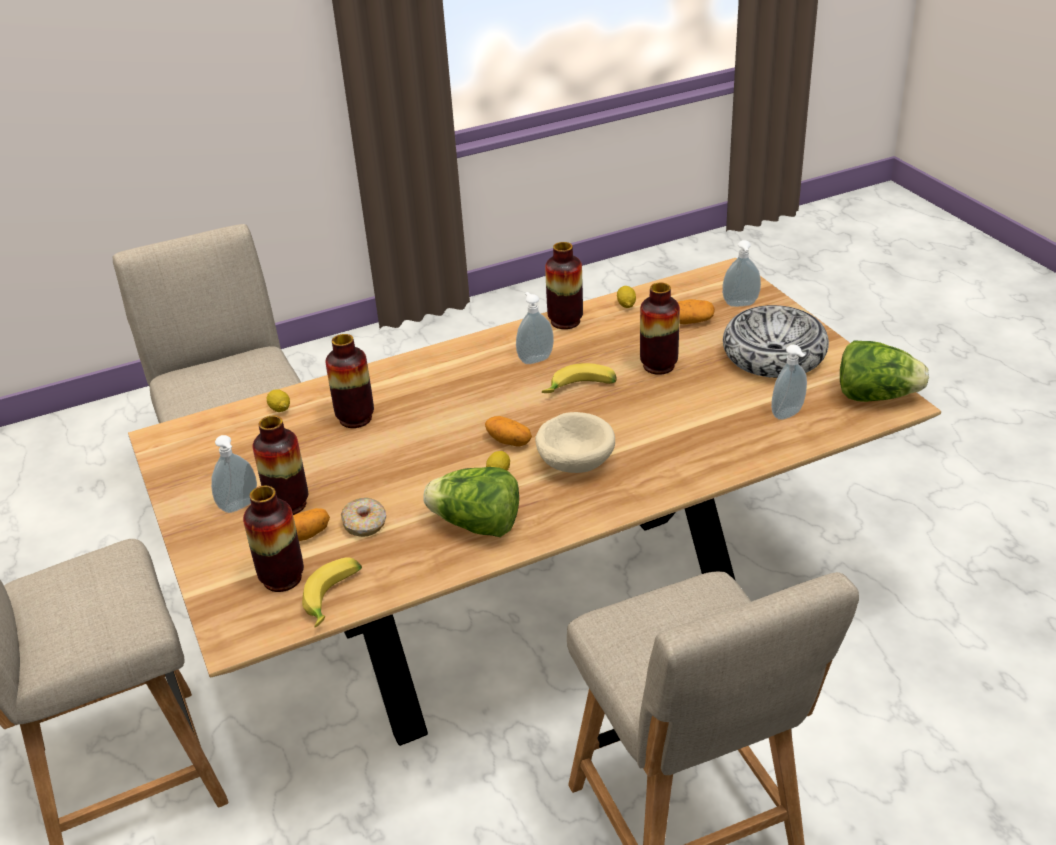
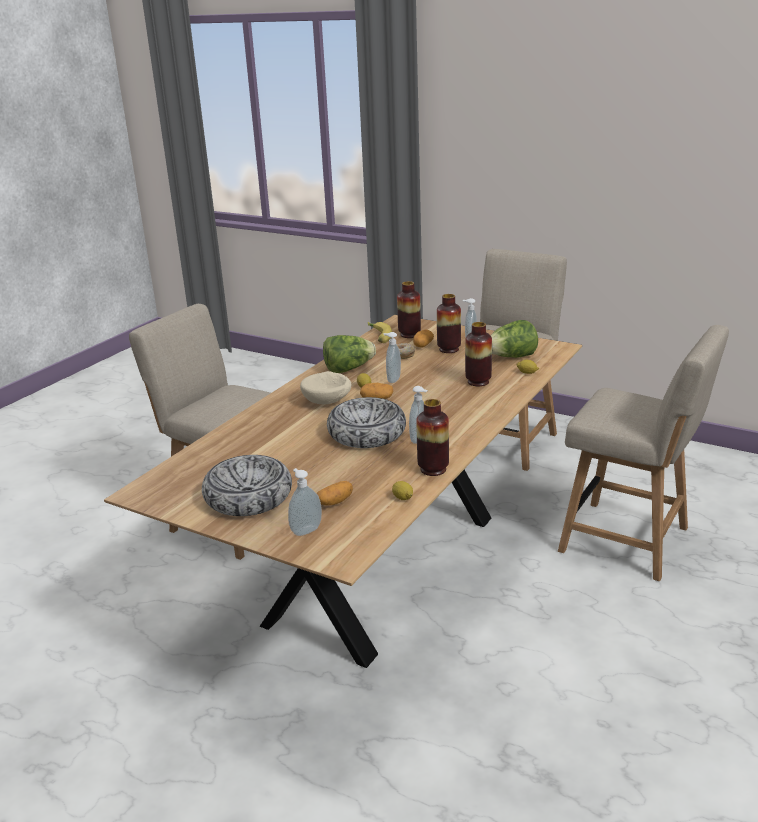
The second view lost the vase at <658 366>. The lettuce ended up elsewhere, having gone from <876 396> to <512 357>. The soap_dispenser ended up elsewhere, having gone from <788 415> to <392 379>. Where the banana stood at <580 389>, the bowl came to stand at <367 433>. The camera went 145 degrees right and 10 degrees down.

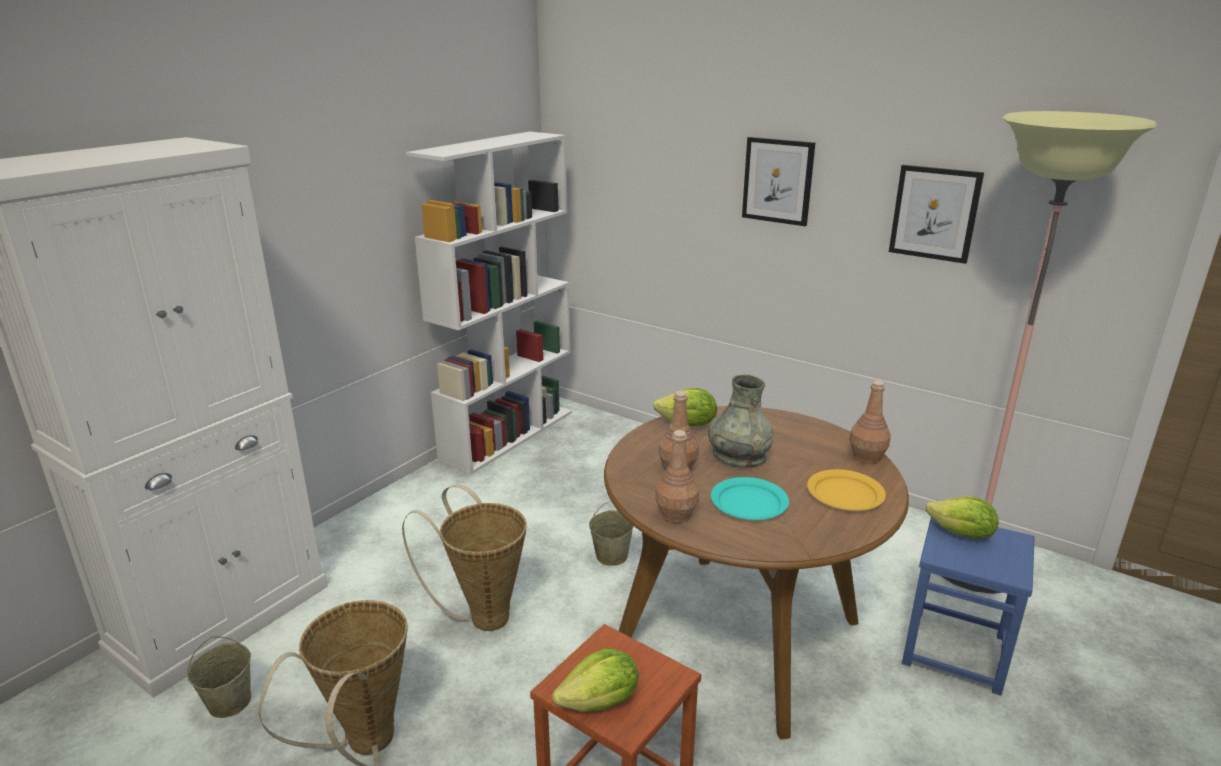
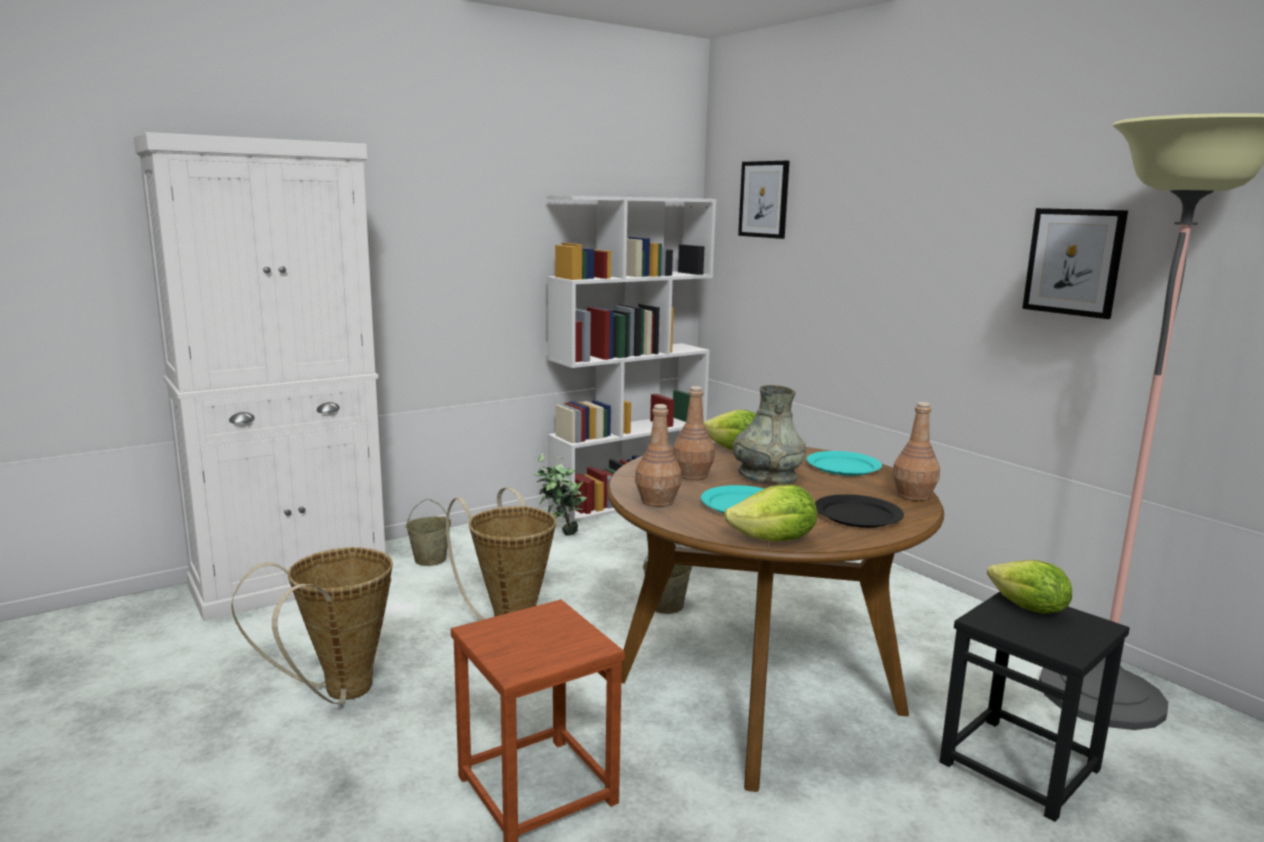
The picture ended up elsewhere, having gone from <777 181> to <764 199>. What was the yellow_plate at <844 493> turned into the black_plate at <857 515>. What was the blue_stool at <955 649> turned into the black_stool at <1020 765>. The beige_bucket ended up elsewhere, having gone from <230 701> to <430 559>. The lettuce ended up elsewhere, having gone from <600 702> to <774 541>. The second view gained the turquoise_plate at <843 467>. The second view gained the potted_plant at <559 534>. The camera went 20 degrees right and 10 degrees down.

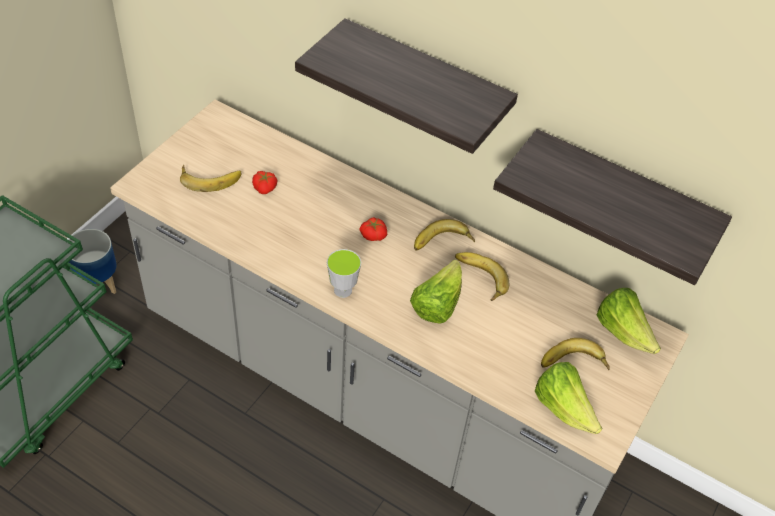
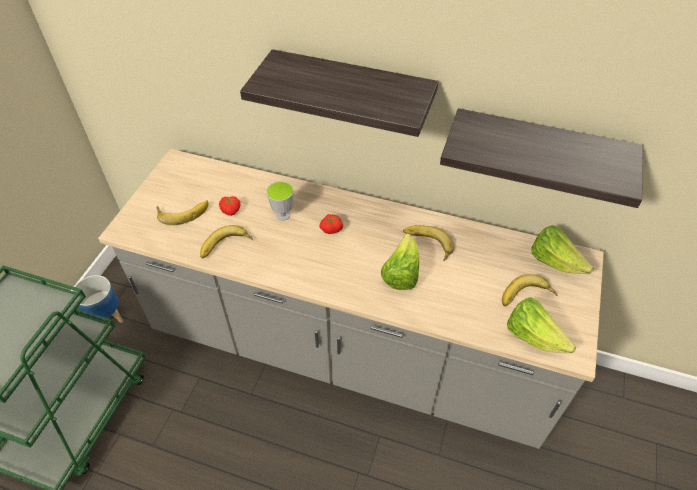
The banana ended up elsewhere, having gone from <442 243> to <226 247>. The cup ended up elsewhere, having gone from <343 290> to <283 215>. The camera went 10 degrees left and 0 degrees up.

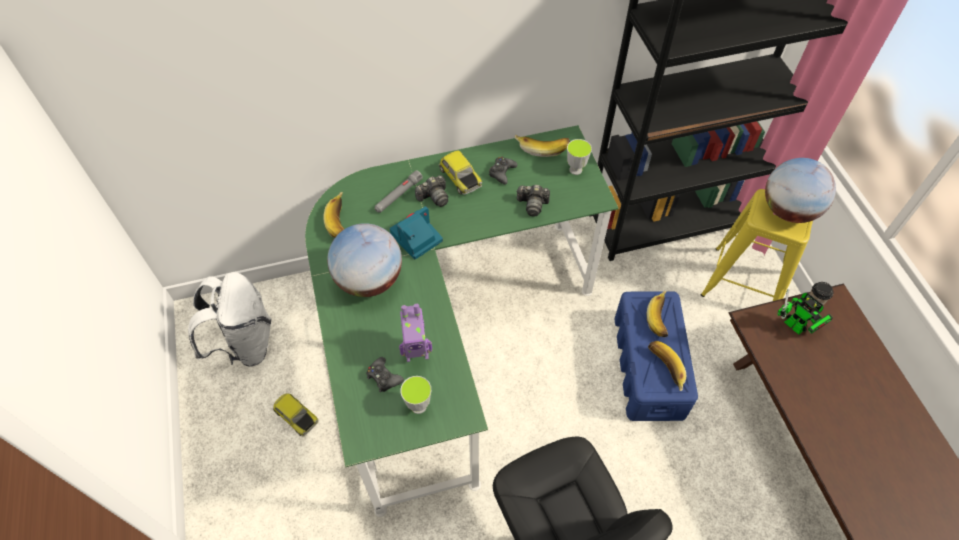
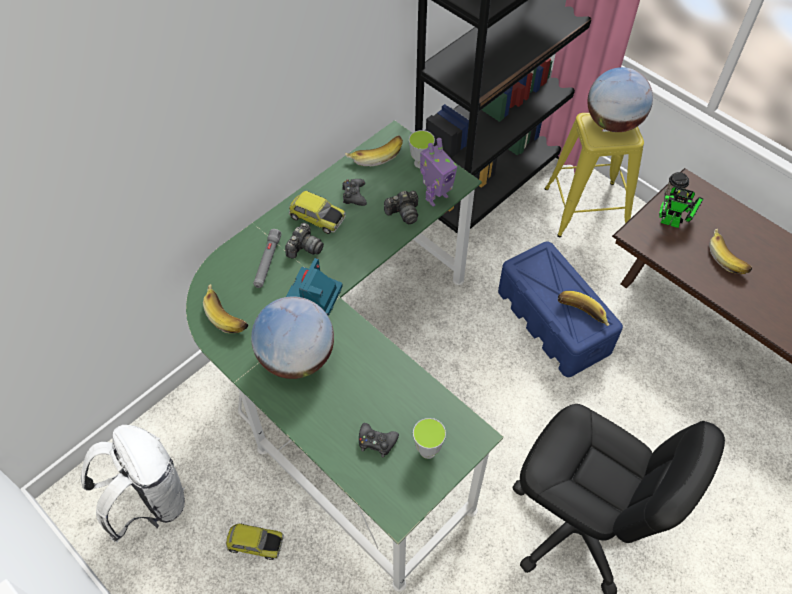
The banana ended up elsewhere, having gone from <661 318> to <728 257>. The toy_robot ended up elsewhere, having gone from <416 352> to <435 197>. The camera went 30 degrees left and 0 degrees up.

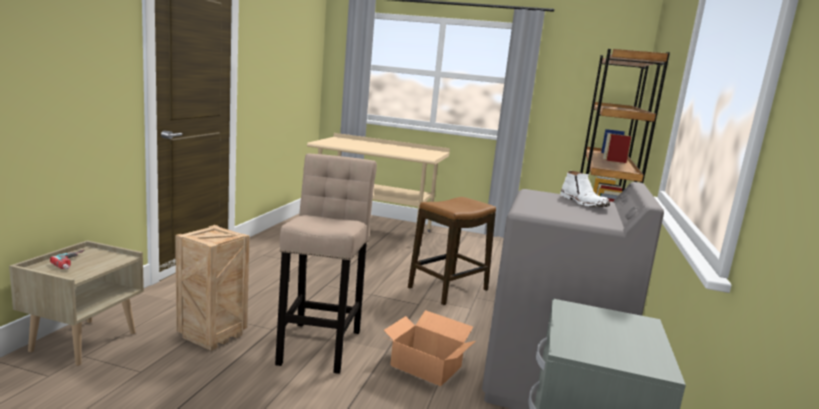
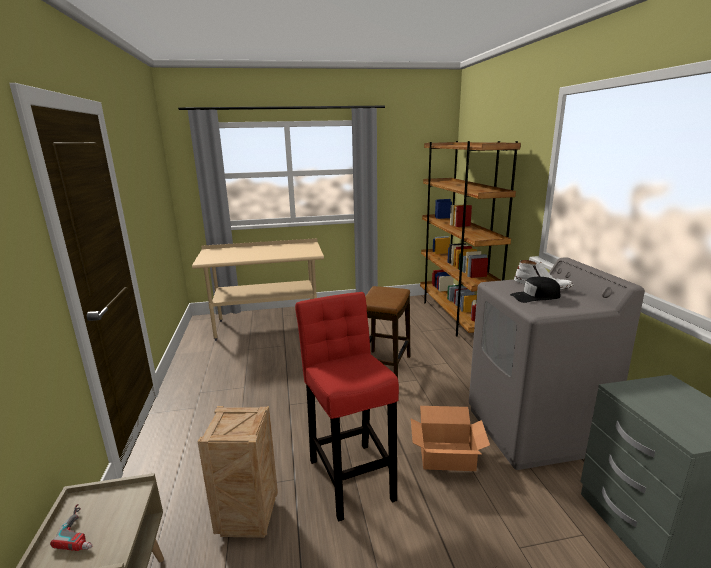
What was the beige_stool at <321 344> turned into the red_stool at <350 474>. The second view gained the black_cap at <535 297>. The camera went 25 degrees left and 5 degrees up.

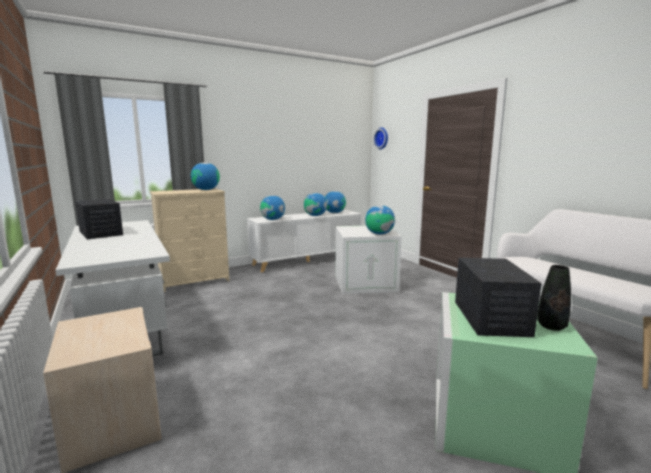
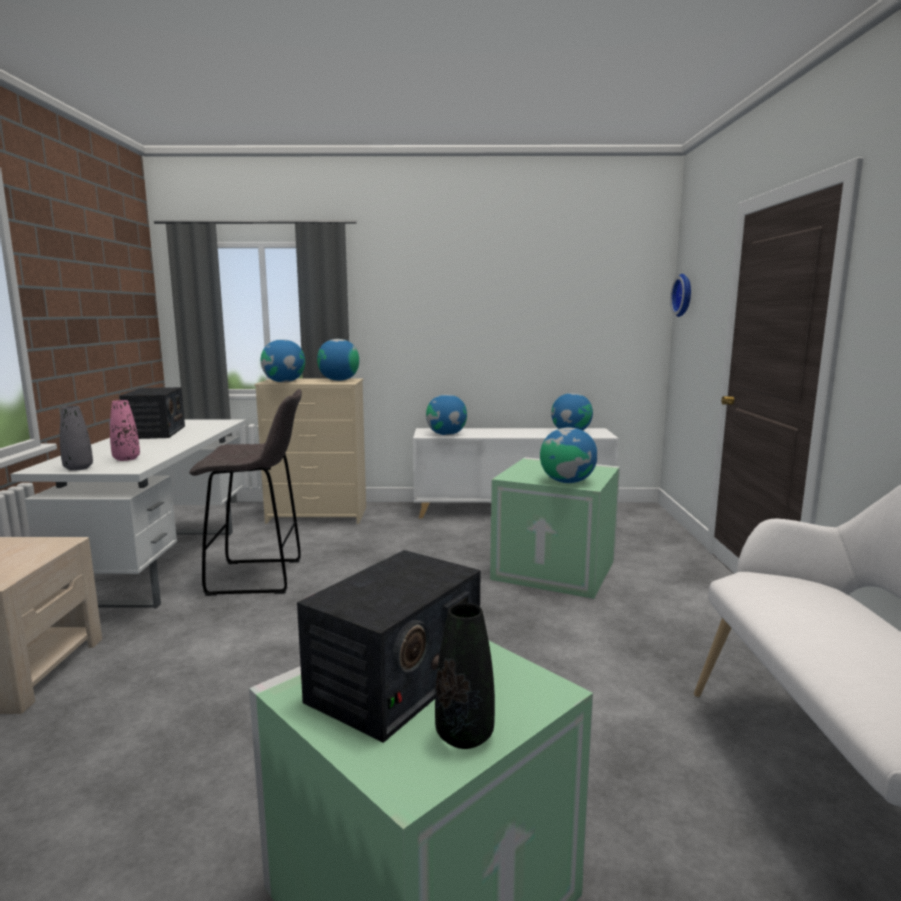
The globe ended up elsewhere, having gone from <315 215> to <284 382>. What was the white_storage_box at <365 283> turned into the green_storage_box at <556 569>. The second view gained the grey_stool at <259 577>. The second view gained the pink_vase at <126 459>. The second view gained the grey_vase at <78 468>. The camera went 30 degrees right and 0 degrees up.

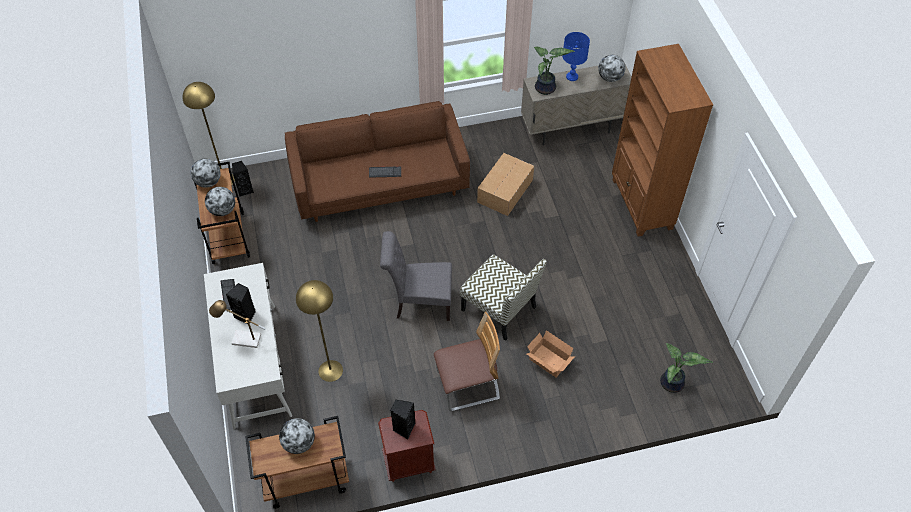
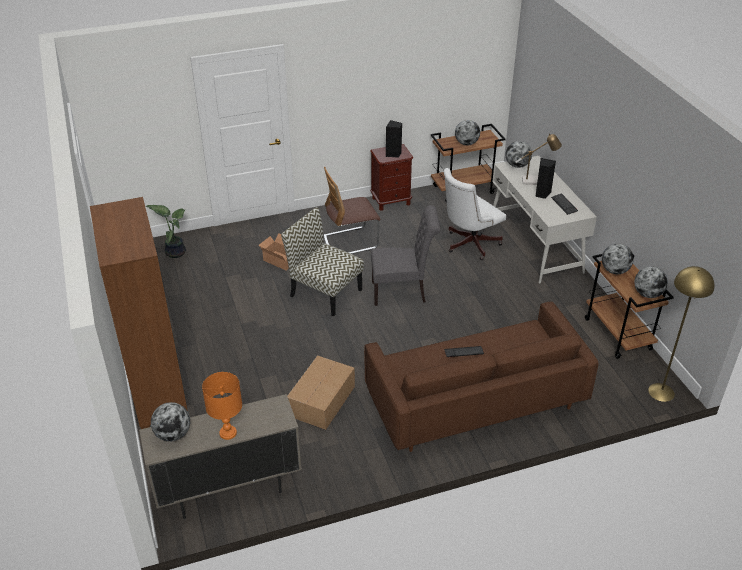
What was the blue_table_lamp at <572 77> turned into the orange_table_lamp at <228 432>. The second view lost the potted_plant at <546 89>. The second view lost the black_speaker at <245 190>. Where the yellow_floor_lamp stood at <330 370>, the white_office_chair came to stand at <469 244>. The second view gained the globe at <517 165>. The camera went 175 degrees right and 15 degrees down.

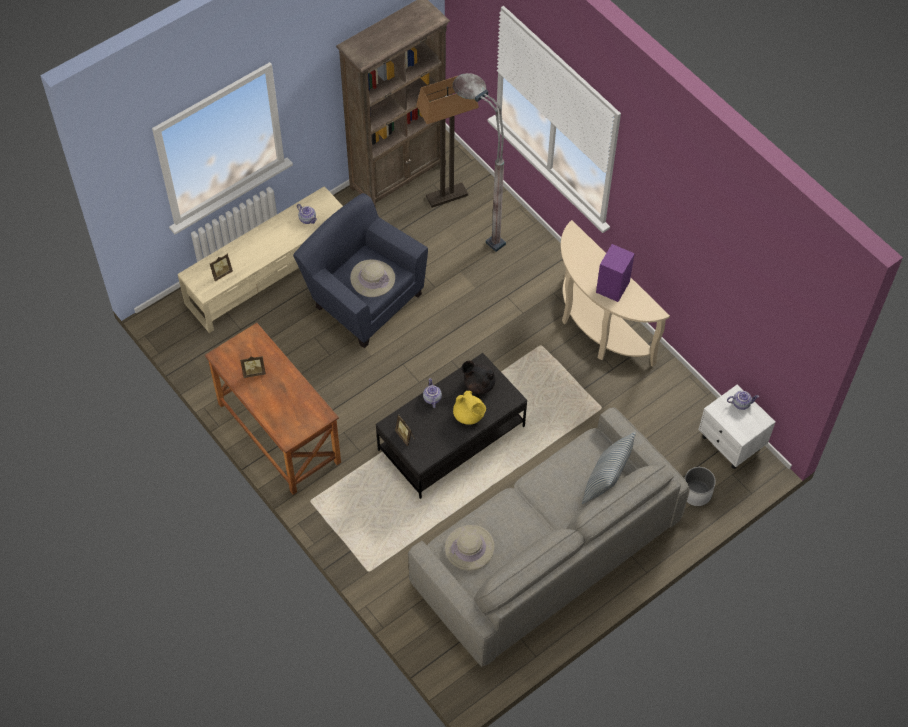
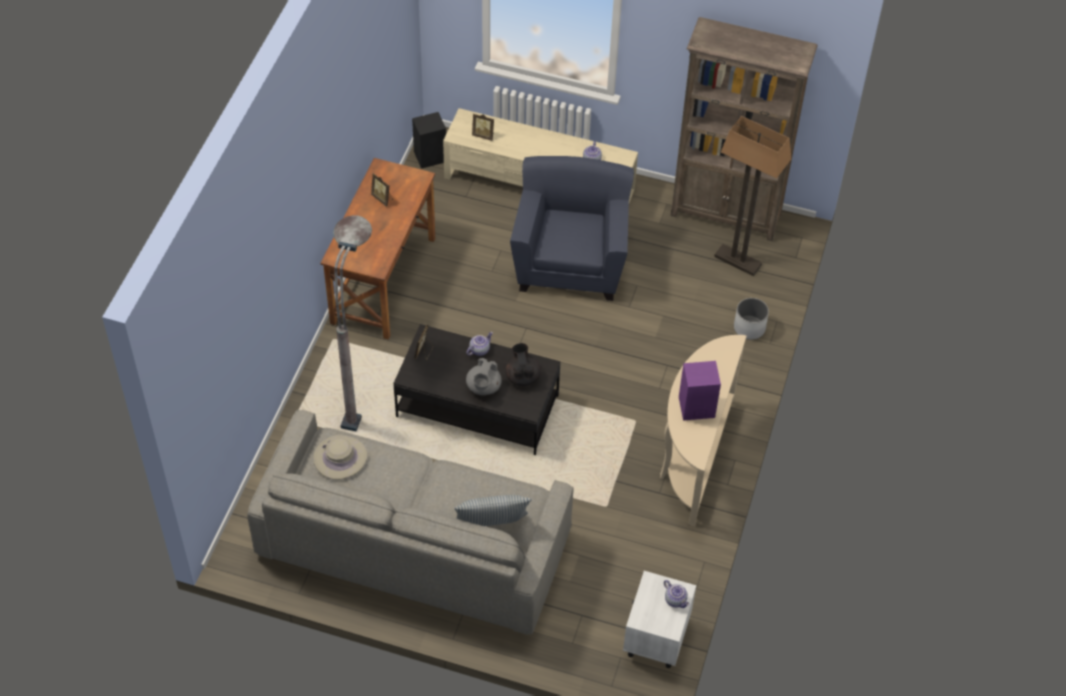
The grey_floor_lamp ended up elsewhere, having gone from <475 225> to <362 394>. The second view lost the beige_hat at <372 278>. What was the yellow_teapot at <469 415> turned into the grey_teapot at <483 387>. The white_planter ended up elsewhere, having gone from <696 493> to <749 328>. The second view gained the black_speaker at <431 156>. The camera went 55 degrees right and 5 degrees down.

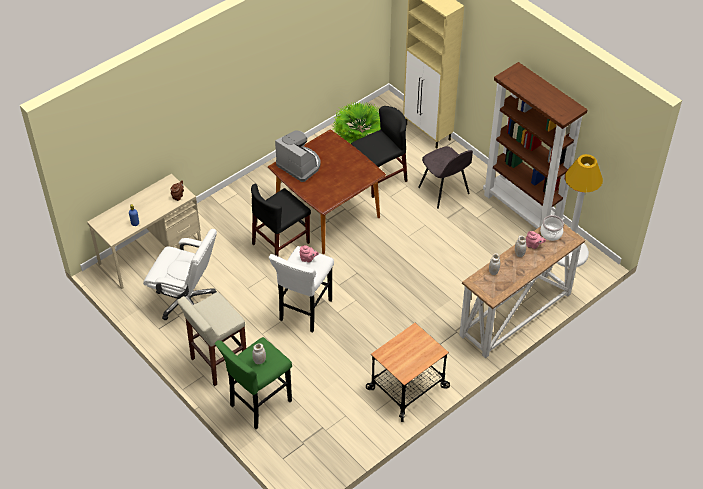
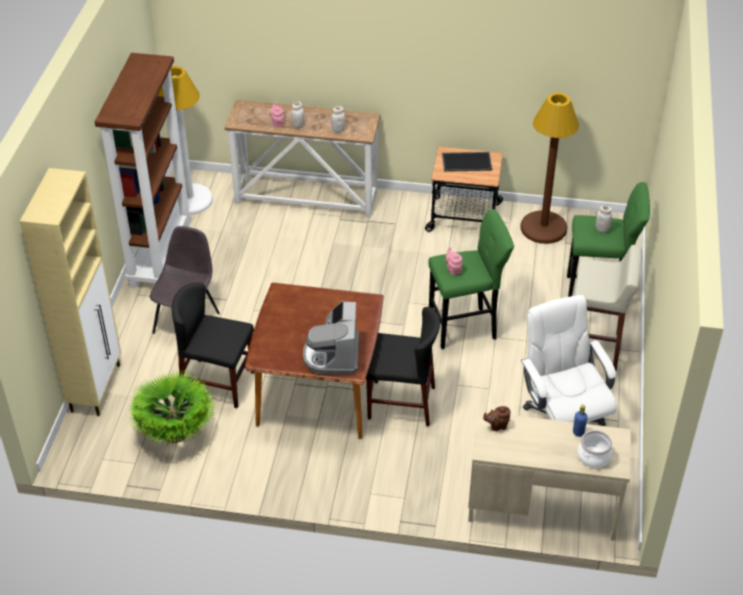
The cooking_pot ended up elsewhere, having gone from <551 233> to <594 457>. What was the white_stool at <304 312> turned into the green_stool at <465 328>. The second view gained the brown_floor_lamp at <543 228>. The second view gained the tray at <467 161>. The camera went 130 degrees left and 5 degrees down.

